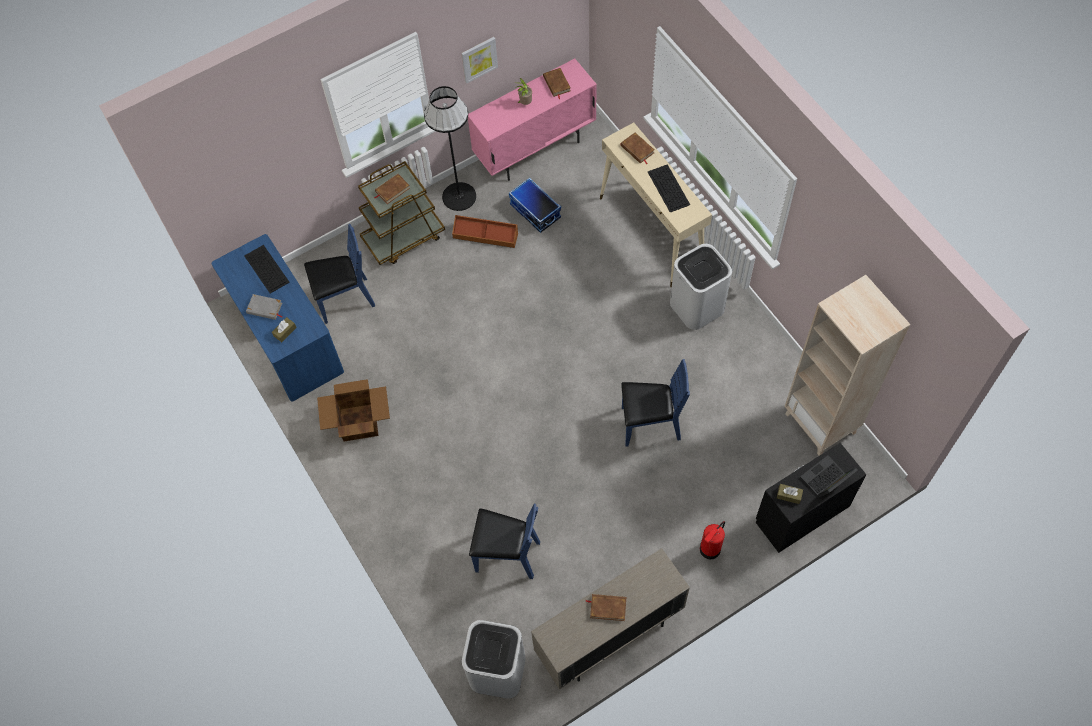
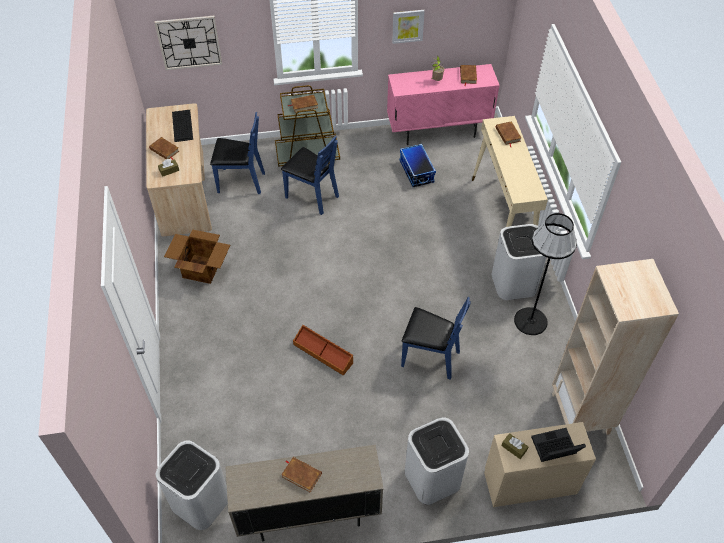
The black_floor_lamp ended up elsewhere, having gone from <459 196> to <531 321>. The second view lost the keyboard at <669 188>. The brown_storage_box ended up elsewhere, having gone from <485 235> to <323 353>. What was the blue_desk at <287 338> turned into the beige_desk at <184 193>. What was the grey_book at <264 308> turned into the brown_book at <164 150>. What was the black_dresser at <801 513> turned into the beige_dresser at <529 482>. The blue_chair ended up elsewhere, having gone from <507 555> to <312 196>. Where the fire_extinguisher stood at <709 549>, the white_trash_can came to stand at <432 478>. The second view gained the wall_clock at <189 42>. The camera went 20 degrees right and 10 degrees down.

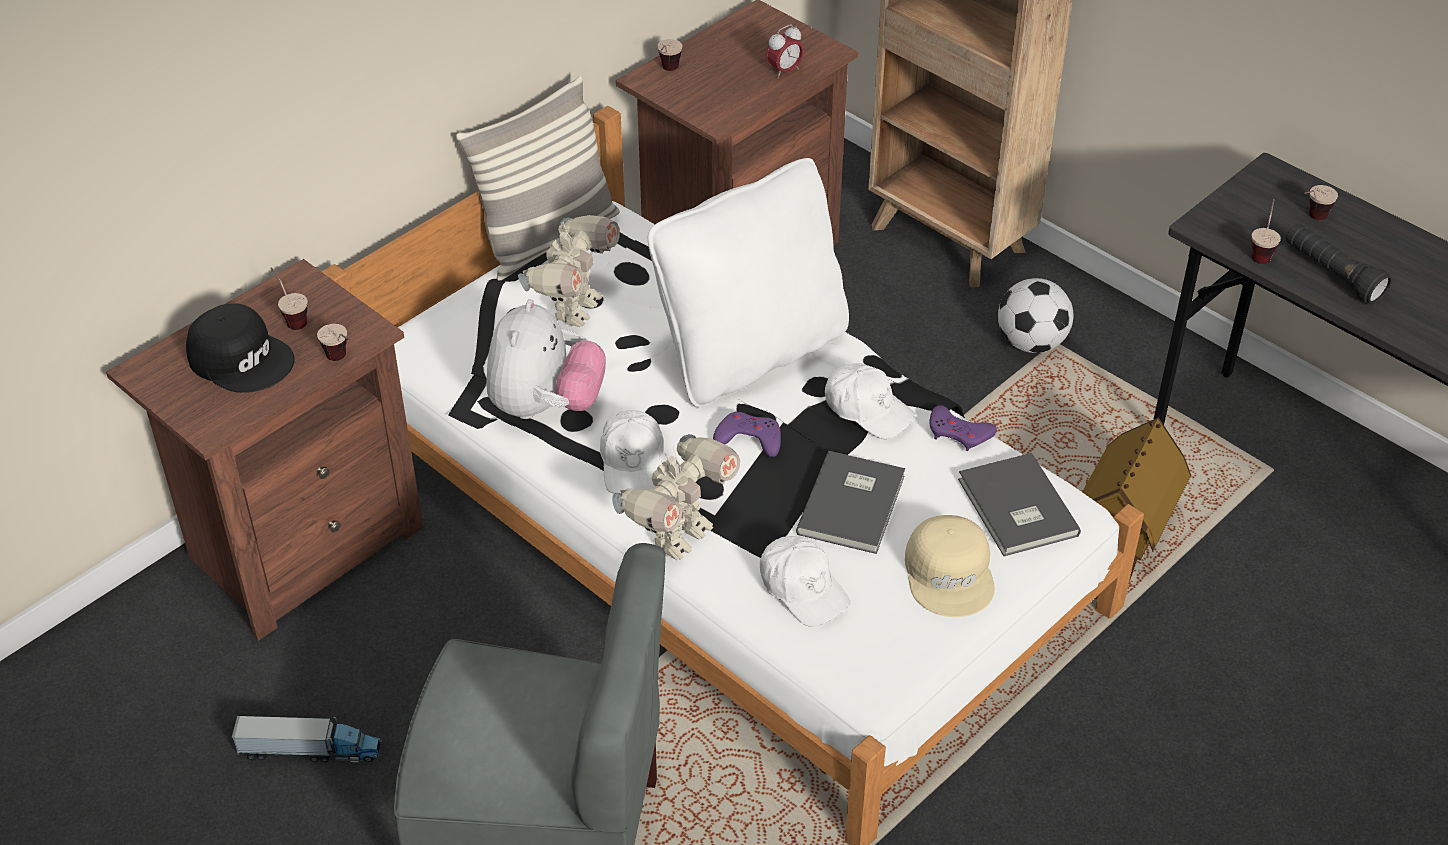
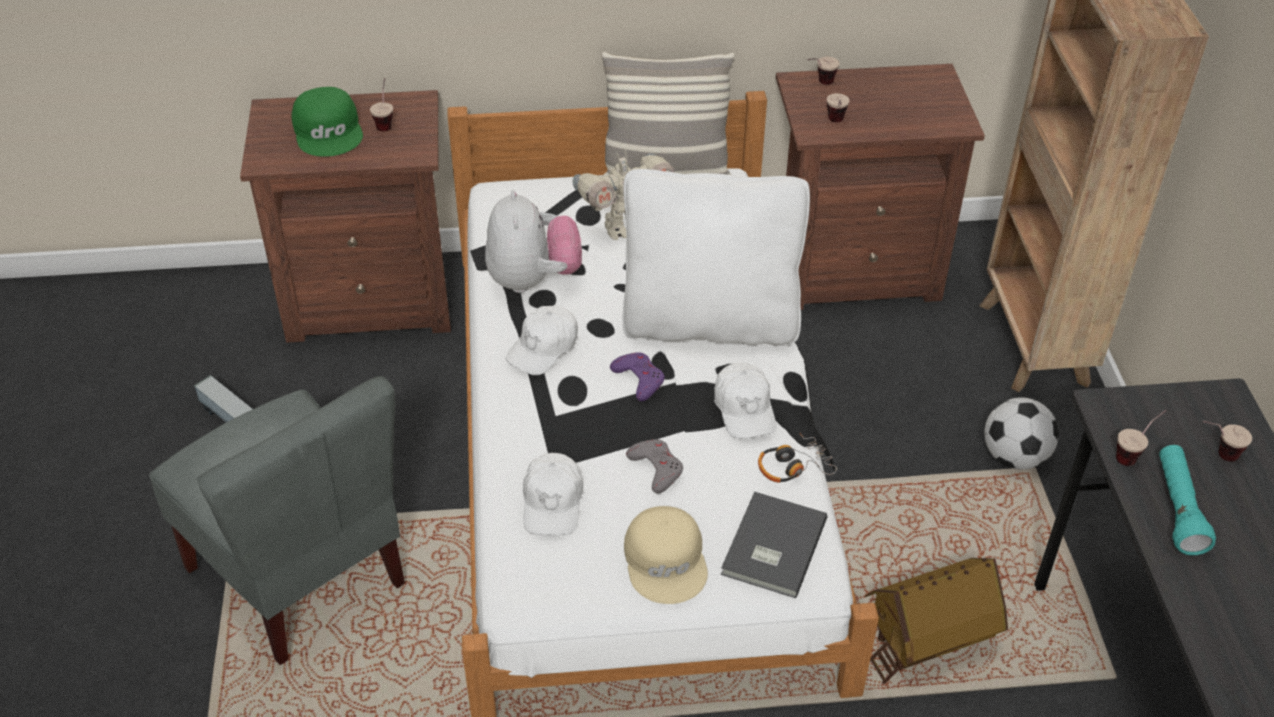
The second view lost the alarm_clock at <784 71>. What was the black_flashlight at <1331 274> turned into the turquoise_flashlight at <1177 509>. The plush_toy at <545 406> ended up facing another way, 60 degrees counterclockwise from before. What was the black_cap at <241 358> turned into the green_cap at <329 131>. The cup ended up elsewhere, having gone from <342 361> to <836 124>. Where the purple_game_controller stood at <959 433>, the headphones came to stand at <793 466>. The second view lost the toy_robot at <679 536>. Where the grey_book stood at <854 504>, the grey_game_controller came to stand at <656 468>. The beige_cap at <950 573> ended up facing another way, 45 degrees counterclockwise from before. The camera went 40 degrees right and 0 degrees up.

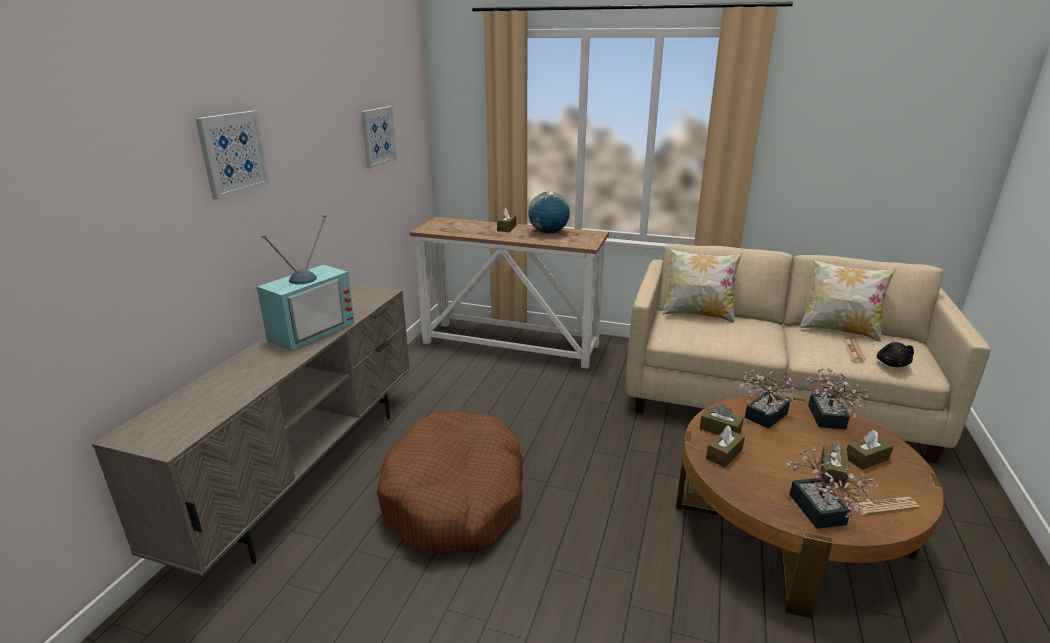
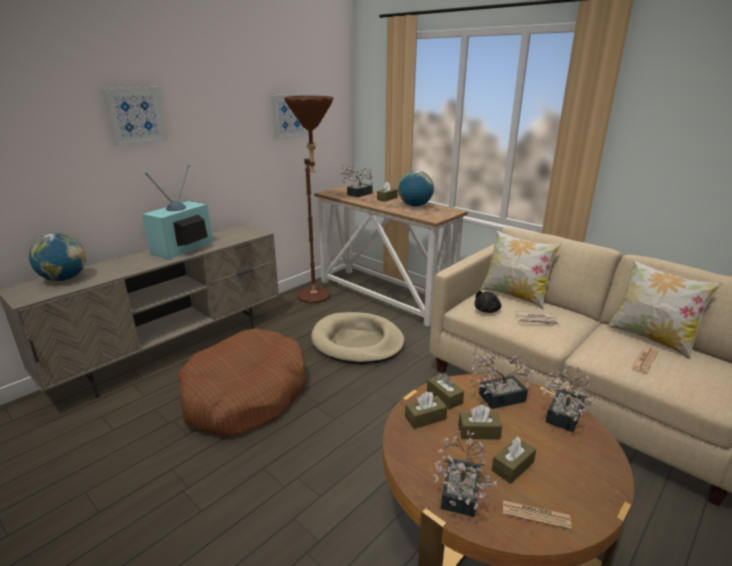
The television at <310 330> ended up facing another way, 150 degrees clockwise from before. The black_plush_toy ended up elsewhere, having gone from <892 364> to <487 310>. The brown_tissue_box ended up elsewhere, having gone from <866 459> to <478 432>. The second view gained the brown_floor_lamp at <317 299>. The second view gained the potted_plant at <357 194>. The second view gained the globe at <64 279>. The second view gained the newspaper at <537 320>. The second view gained the beige_dog_bed at <357 342>. The camera went 25 degrees right and 0 degrees up.

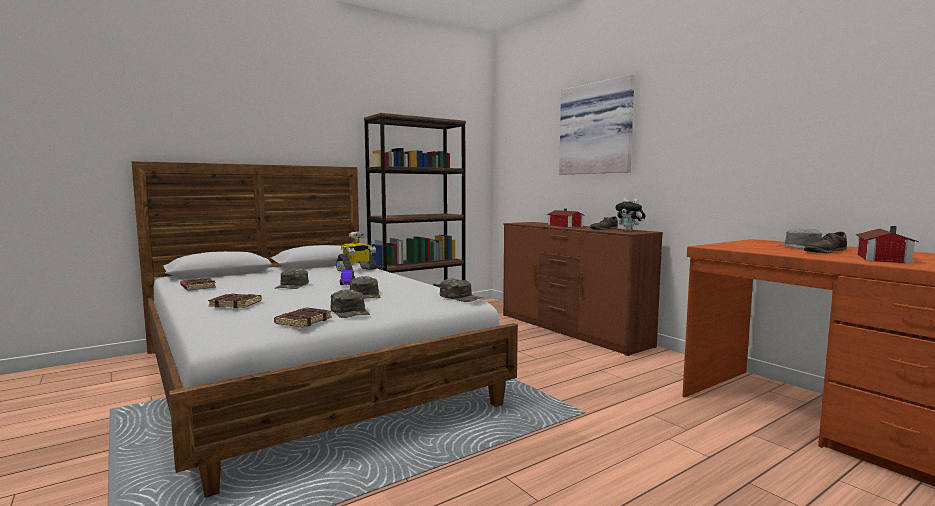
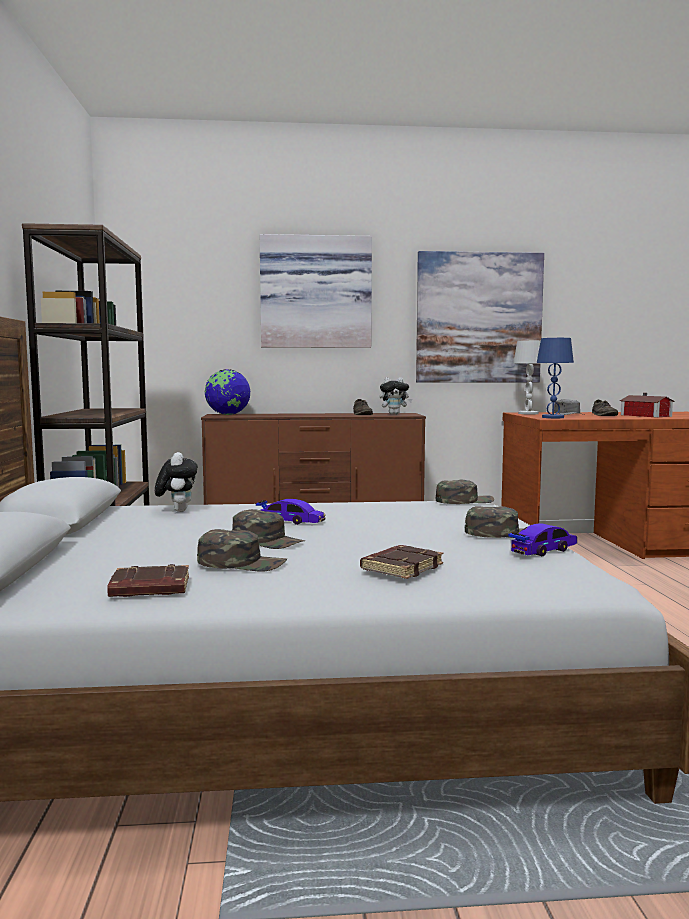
The second view lost the toy_house at <565 226>. Where the toy_robot stood at <356 270>, the plush_toy came to stand at <177 510>. The green_cap ended up elsewhere, having gone from <365 295> to <242 563>. Where the brown_book stood at <303 321>, the toy_car came to stand at <544 550>. The second view gained the picture at <479 318>. The second view gained the blue_table_lamp at <553 417>. The second view gained the white_table_lamp at <528 413>. The second view gained the globe at <227 415>. The camera went 60 degrees left and 0 degrees up.

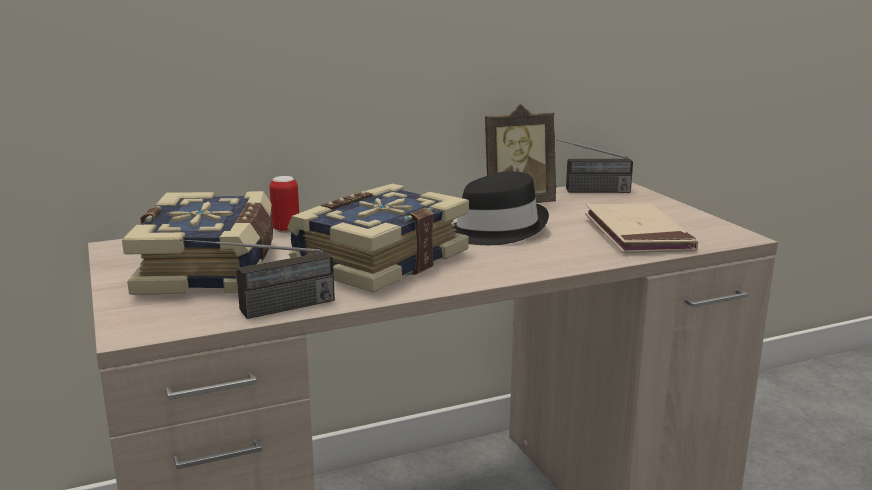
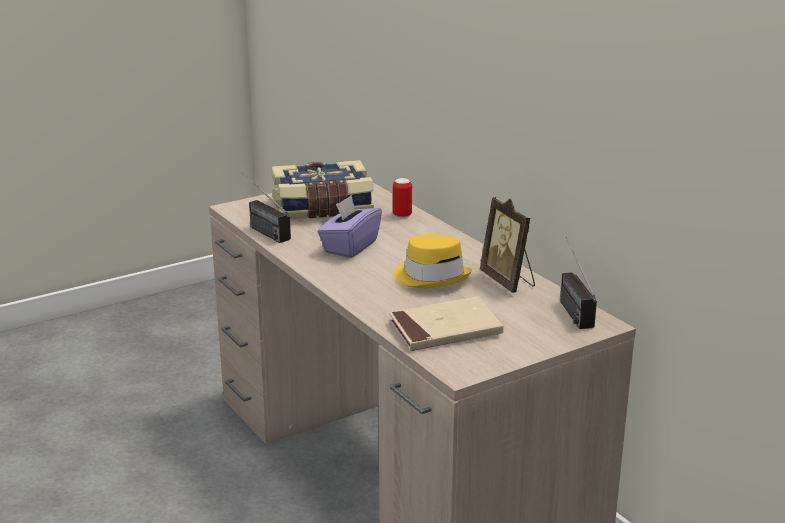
What was the black_hat at <495 230> turned into the yellow_hat at <431 277>. Where the book stood at <378 260>, the purple_tissue_box came to stand at <350 247>. The camera went 80 degrees right and 5 degrees up.

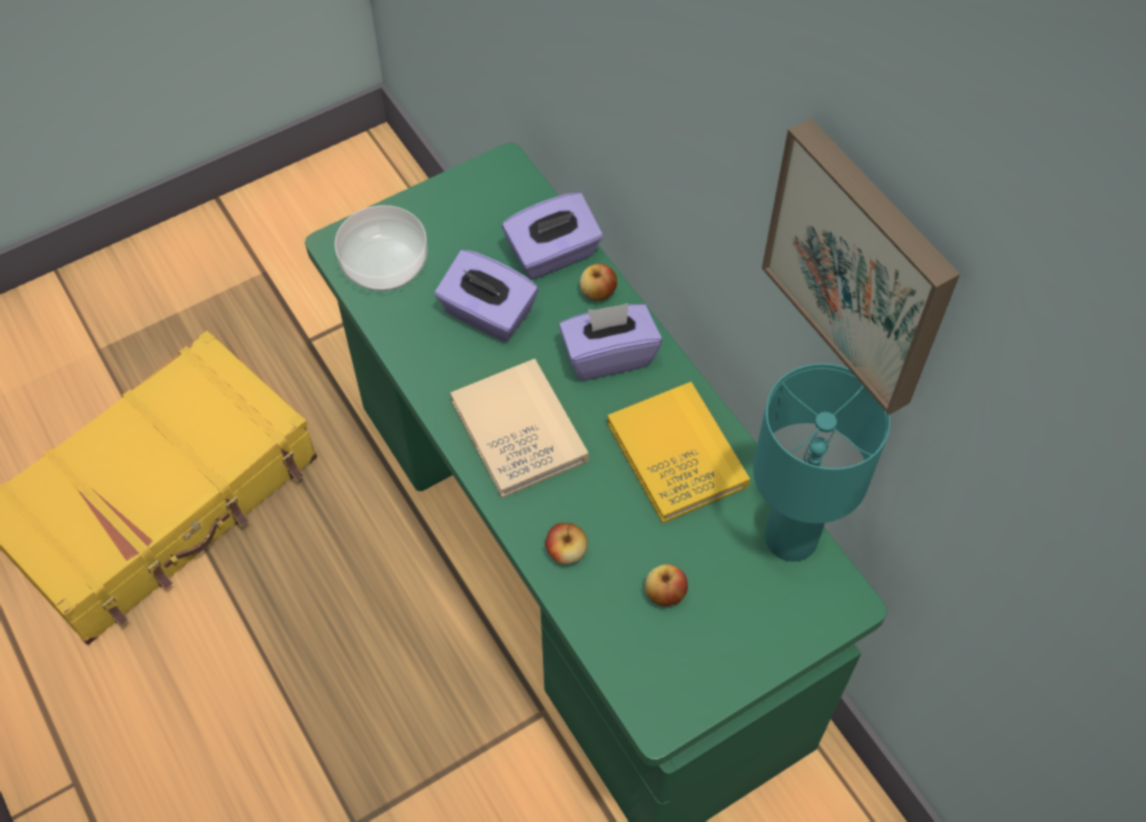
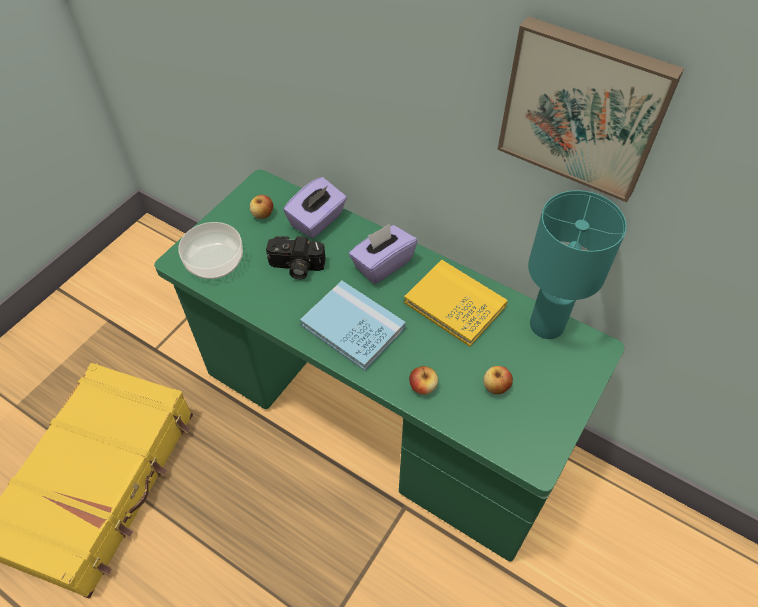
Where the purple_tissue_box stood at <487 314>, the photo_camera came to stand at <296 267>. The apple ended up elsewhere, having gone from <598 293> to <263 214>. What was the beige_book at <519 431> turned into the blue_book at <353 327>. The camera went 25 degrees left and 5 degrees down.

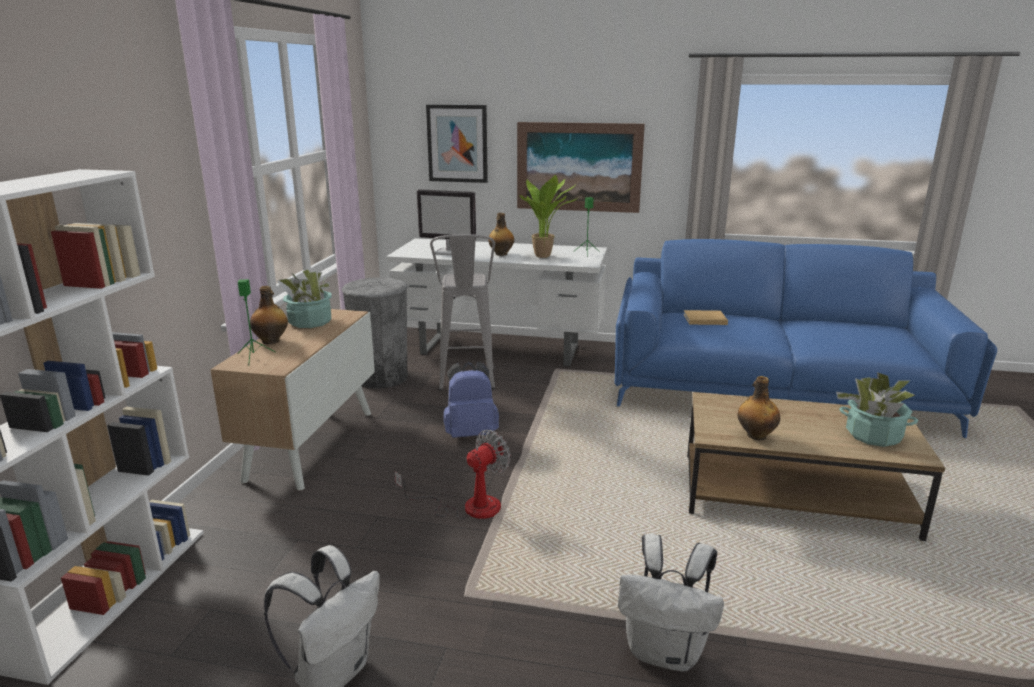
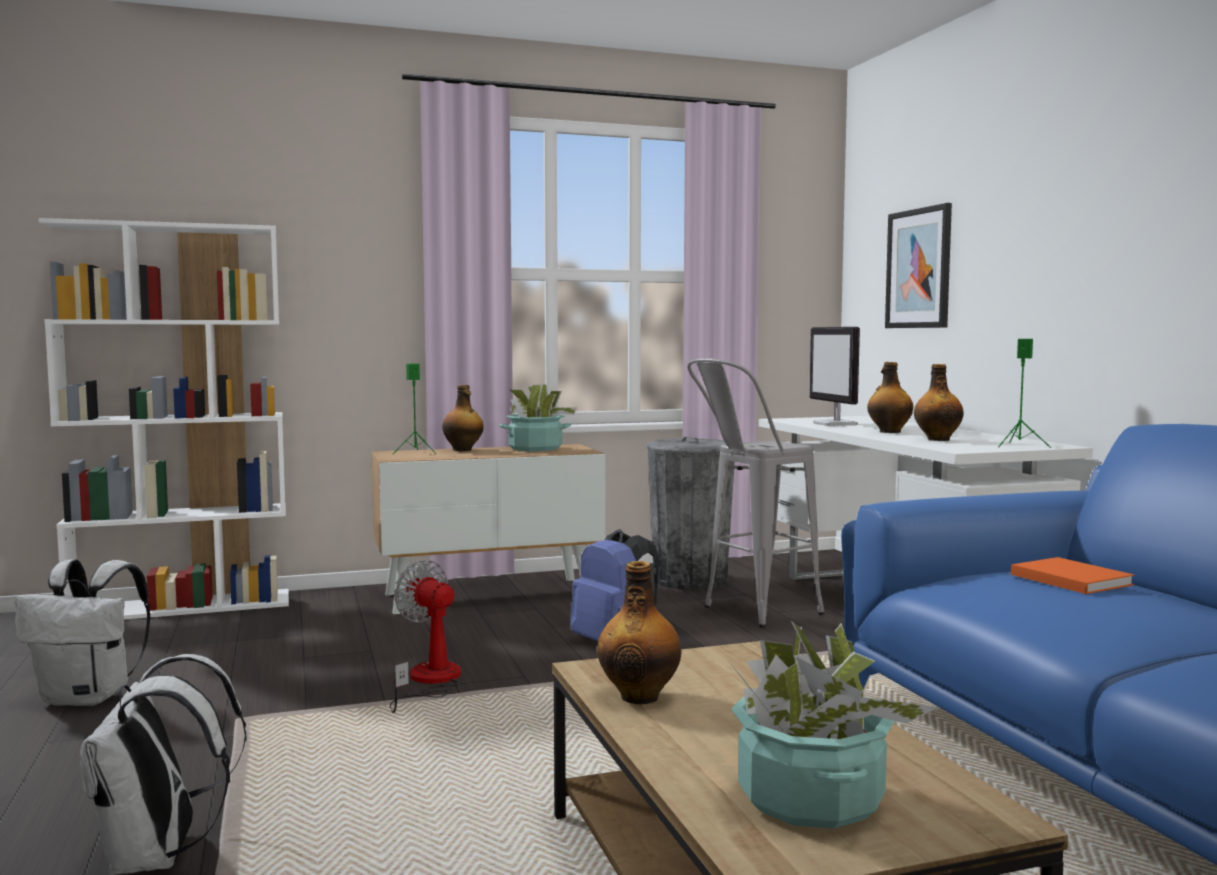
The second view lost the picture at <578 167>. Where the potted_plant stood at <545 256>, the bottle came to stand at <937 439>. What was the beige_book at <703 319> turned into the orange_book at <1068 579>. The fan at <468 507> ended up facing another way, 150 degrees counterclockwise from before. The camera went 60 degrees right and 15 degrees down.

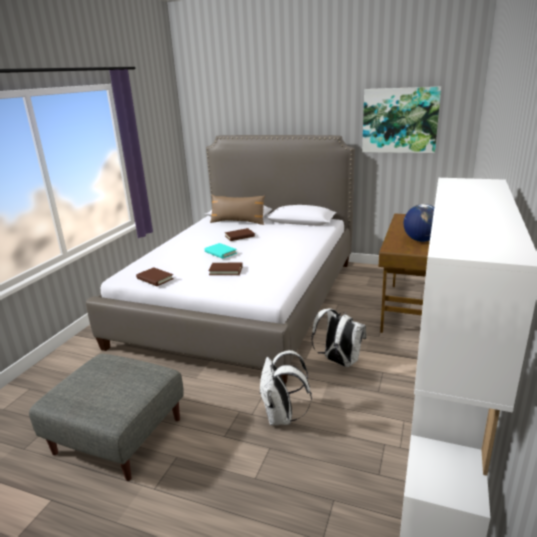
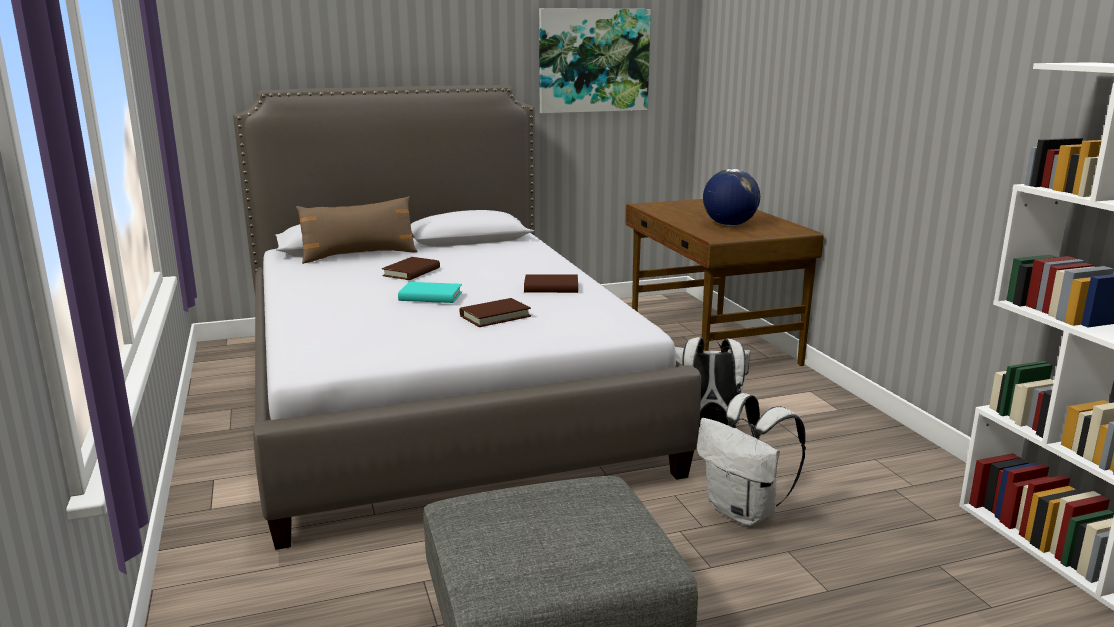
The brown_book ended up elsewhere, having gone from <155 279> to <551 287>. The camera went 40 degrees left and 5 degrees down.

